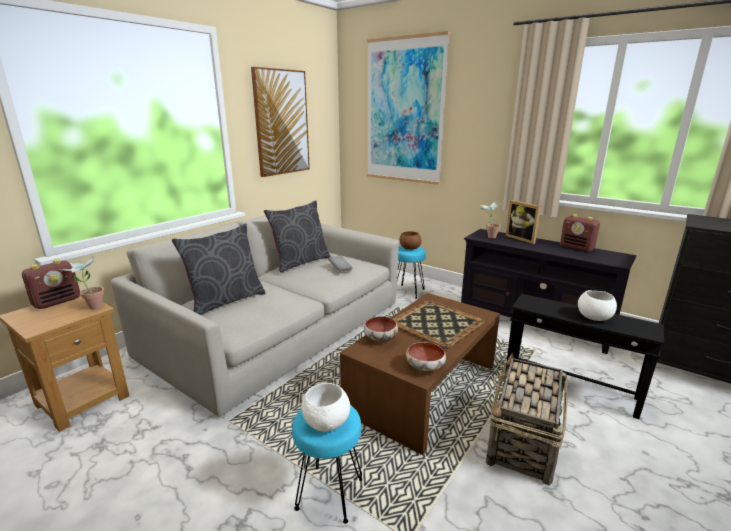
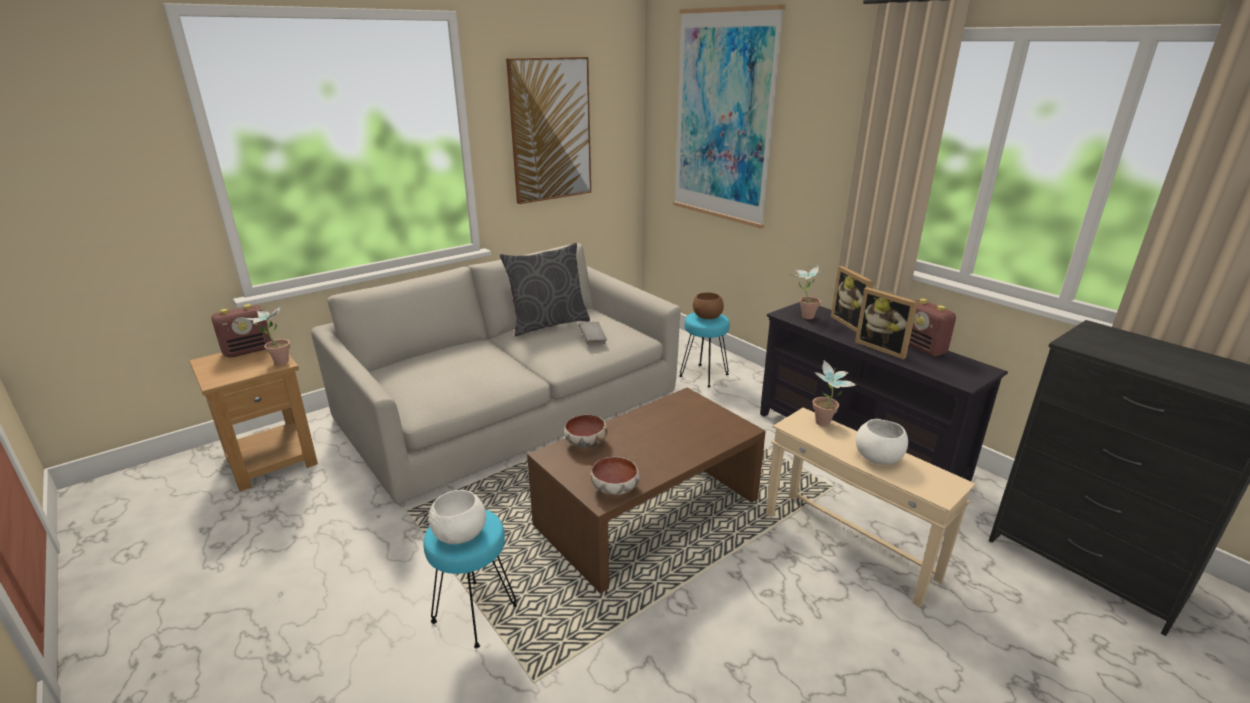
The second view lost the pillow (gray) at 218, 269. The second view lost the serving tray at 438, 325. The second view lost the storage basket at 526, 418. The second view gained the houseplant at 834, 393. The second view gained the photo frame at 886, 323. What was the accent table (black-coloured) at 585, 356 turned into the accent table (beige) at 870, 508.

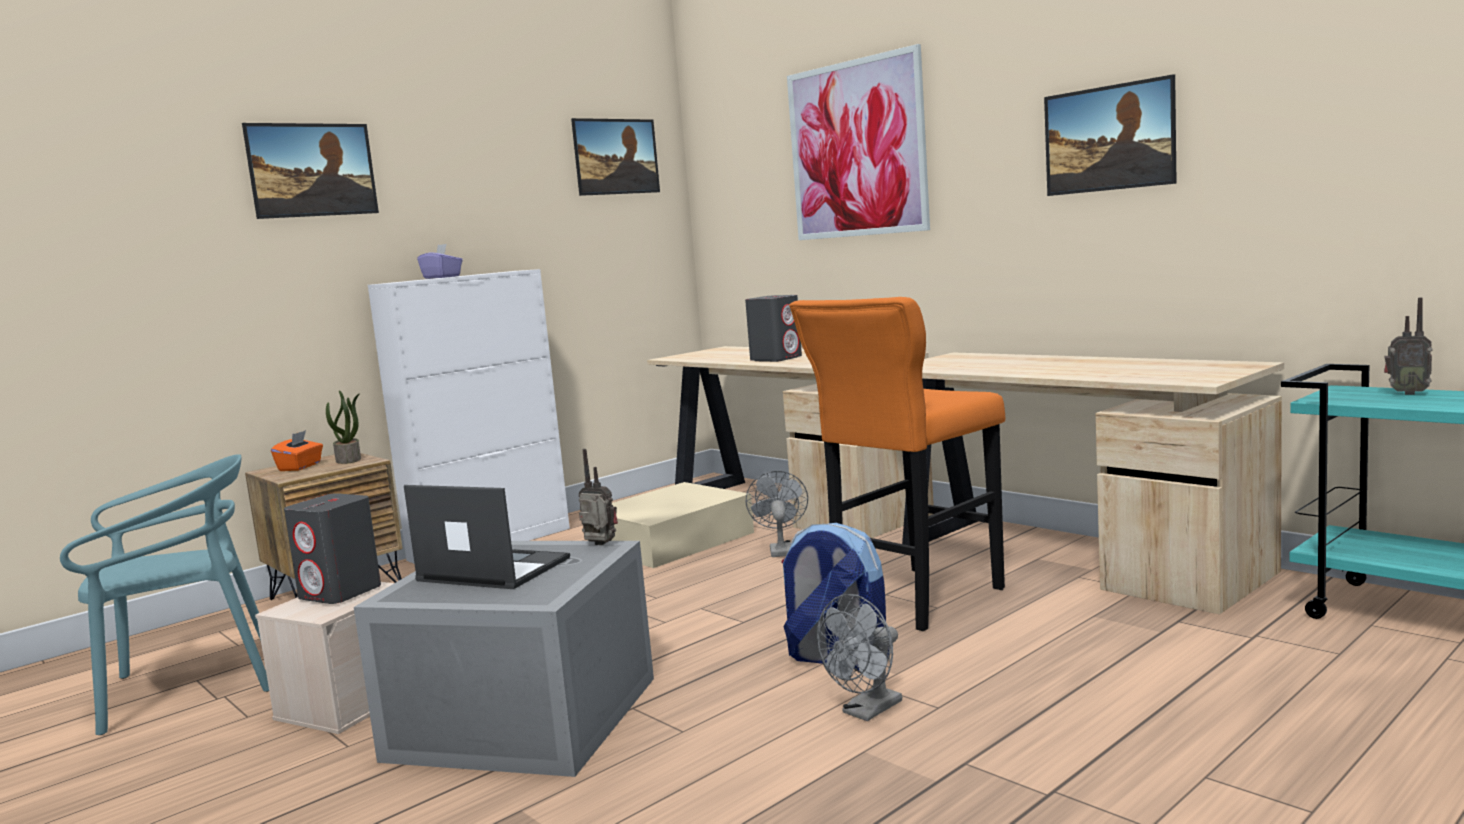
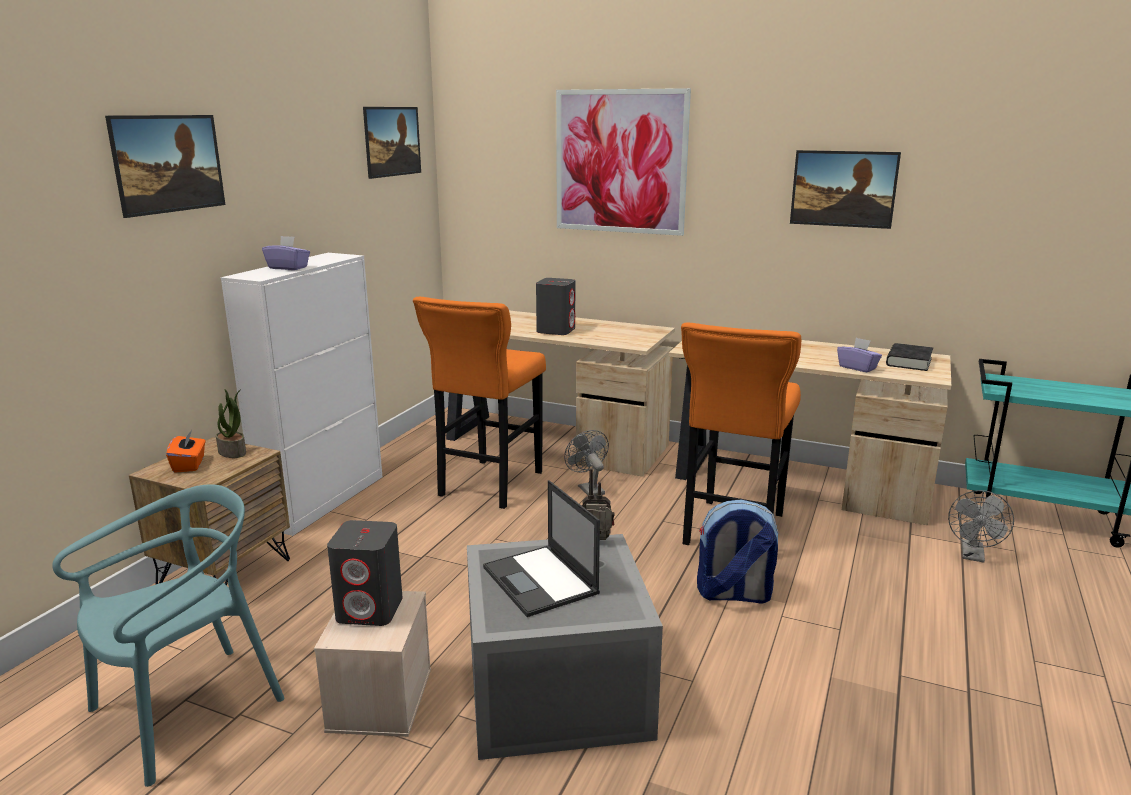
The second view lost the radio set at 1408, 346. The second view gained the tissue holder (purplish) at 859, 355. The second view gained the bound book (black-coloured) at 909, 357. The electric fan (gray) ended up elsewhere, having gone from 859, 657 to 981, 526. Where the storage box (beige) stood at 682, 525, the stool (orange-coloured) came to stand at 479, 403. The portable computer at 487, 537 ended up facing another way, 120 degrees counterclockwise from before.

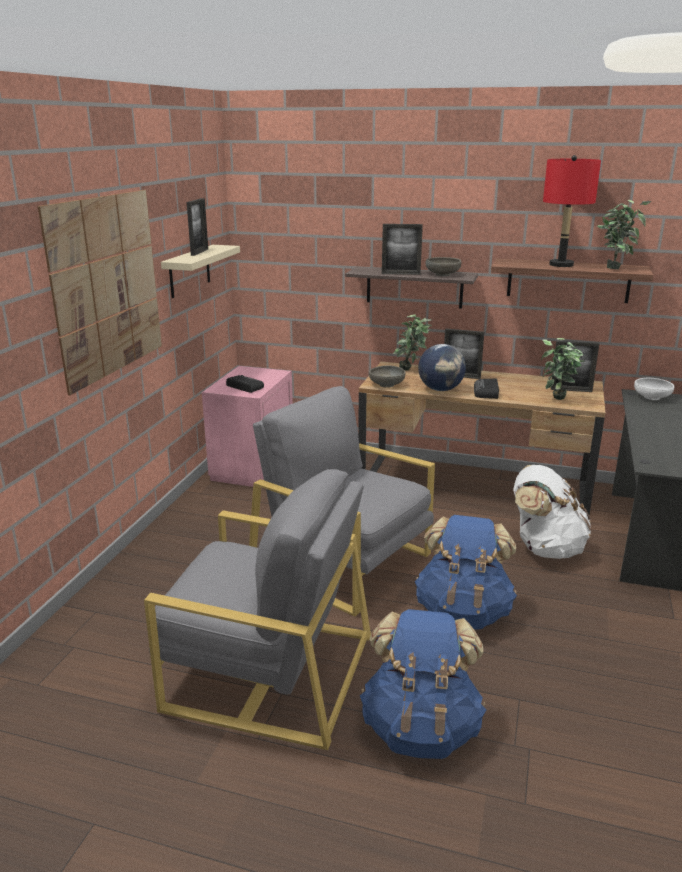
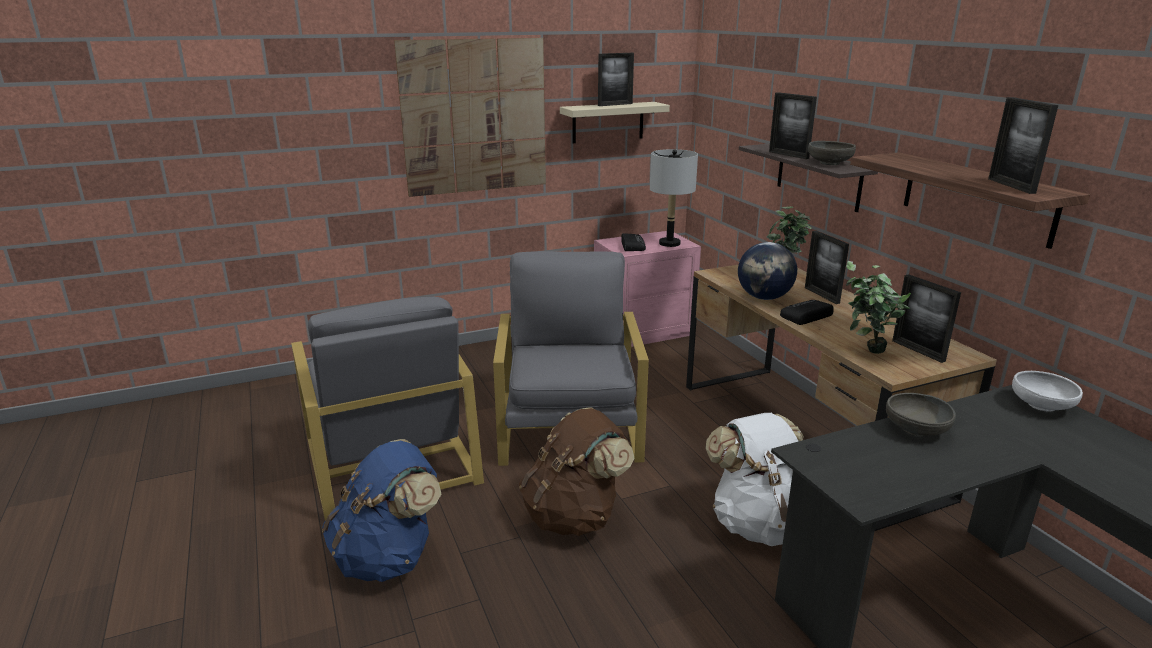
The second view lost the tabletop lamp (red-coloured) at 572, 211. The second view gained the tabletop lamp (gray) at 674, 198. The bowl (gray) ended up elsewhere, having gone from 387, 376 to 921, 414. Where the houseplant stood at 624, 234, the photo frame came to stand at 1023, 145. What was the backpack (blue-coloured) at 466, 572 turned into the backpack (brown-coloured) at 577, 471.

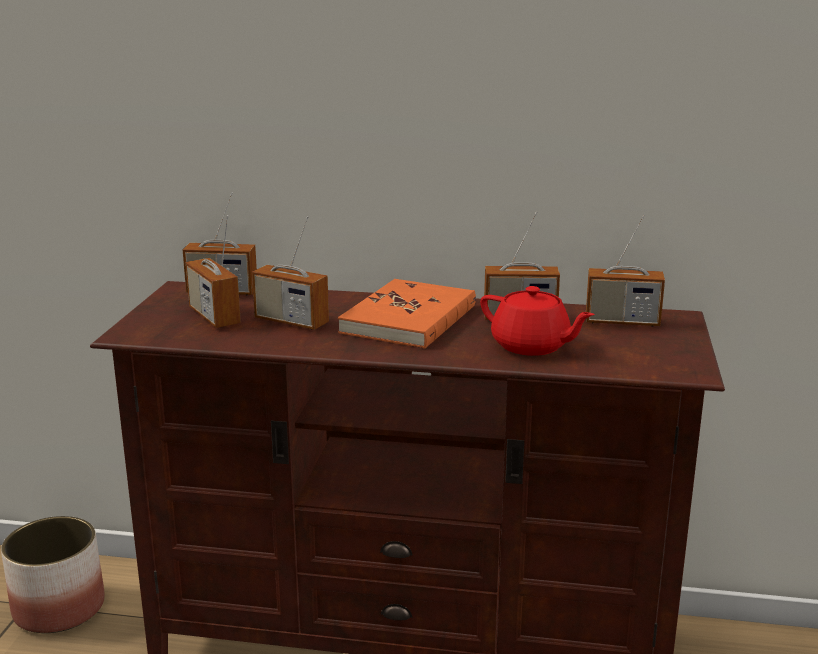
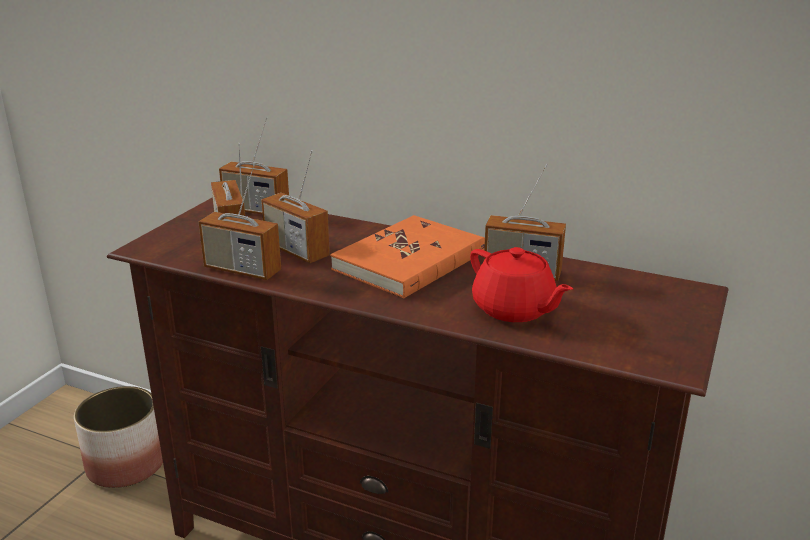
The radio set ended up elsewhere, having gone from 625, 271 to 239, 221.

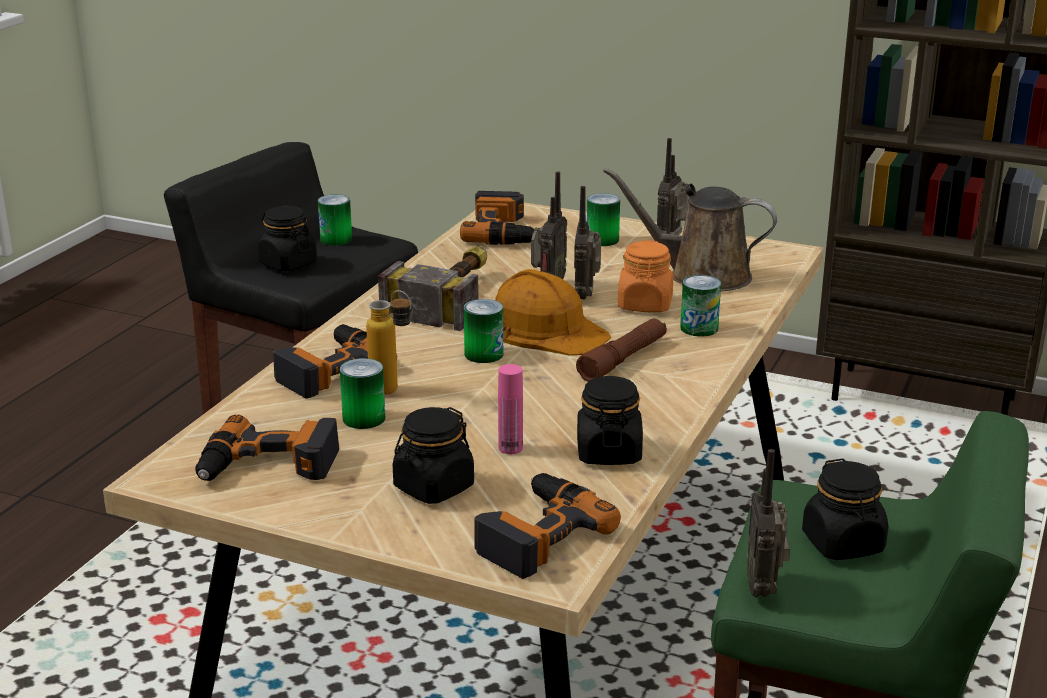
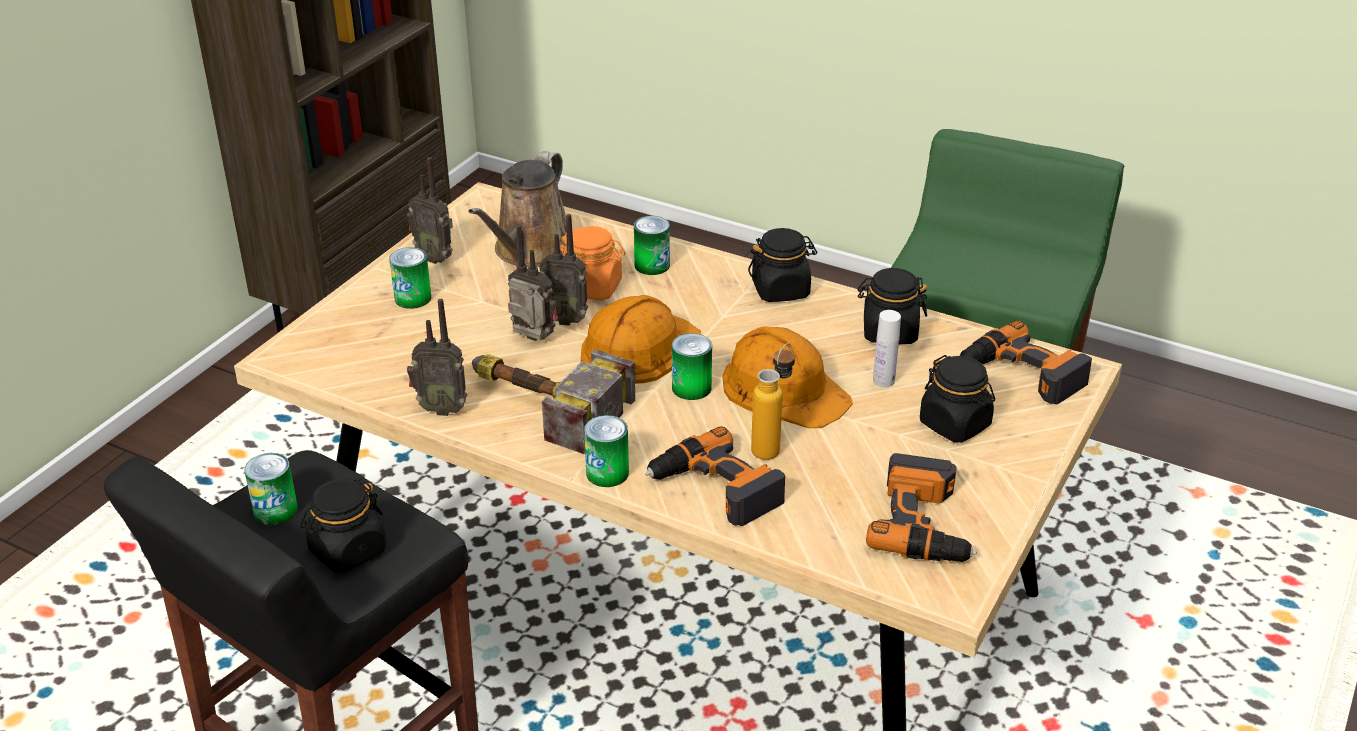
The second view lost the power drill at 497, 218. The second view lost the torch (brown-coloured) at 621, 350. The second view gained the safety helmet (orange-coloured) at 787, 377. The can ended up elsewhere, having gone from 362, 393 to 606, 451. The radio set ended up elsewhere, having gone from 768, 523 to 437, 357. The storage jar (black-coloured) ended up elsewhere, having gone from 845, 509 to 782, 265. What was the beverage bottle (pinkish) at 510, 409 turned into the beverage bottle (white-coloured) at 887, 348.

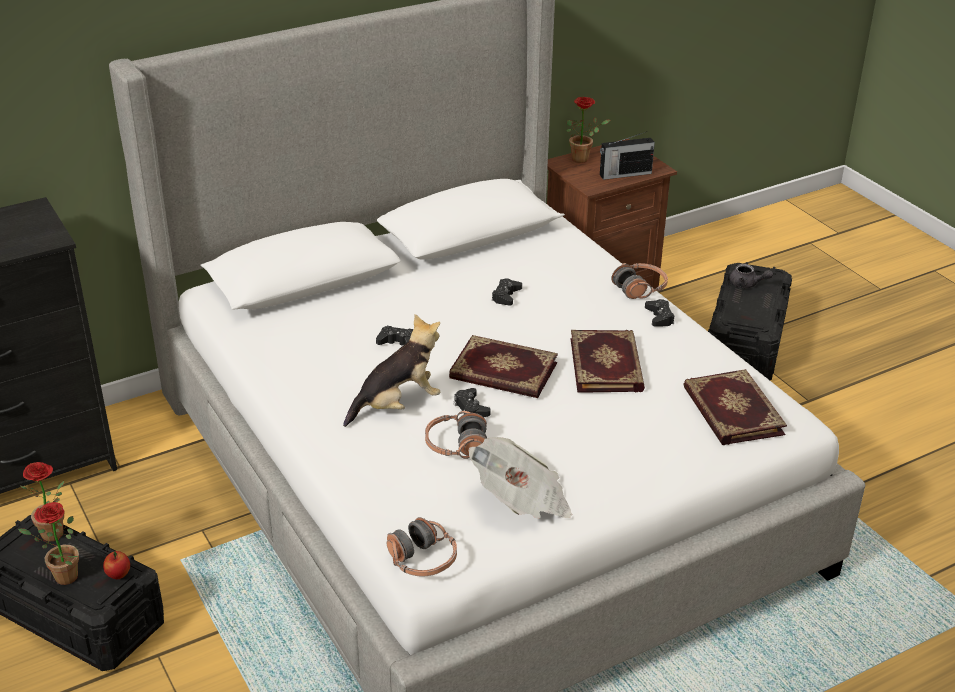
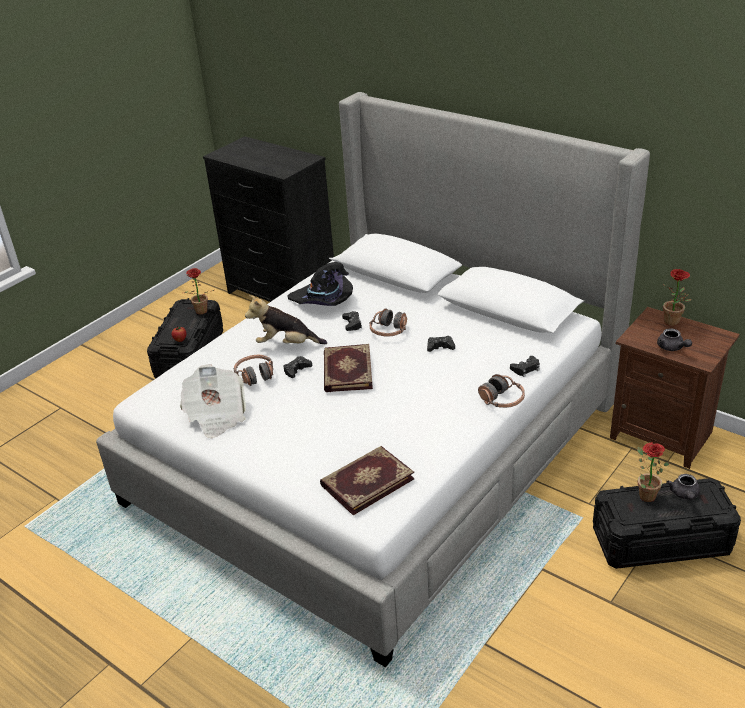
The second view lost the bound book at 608, 361. The second view gained the hat (black-coloured) at 320, 284. The houseplant ended up elsewhere, having gone from 48, 543 to 653, 472. The headphones ended up elsewhere, having gone from 422, 547 to 388, 322. The joypad (black-coloured) ended up elsewhere, having gone from 660, 313 to 525, 366. Where the radio set stood at 627, 156, the tea pot (gray) came to stand at 674, 339. The cuddly toy at 391, 370 ended up facing another way, 150 degrees clockwise from before.

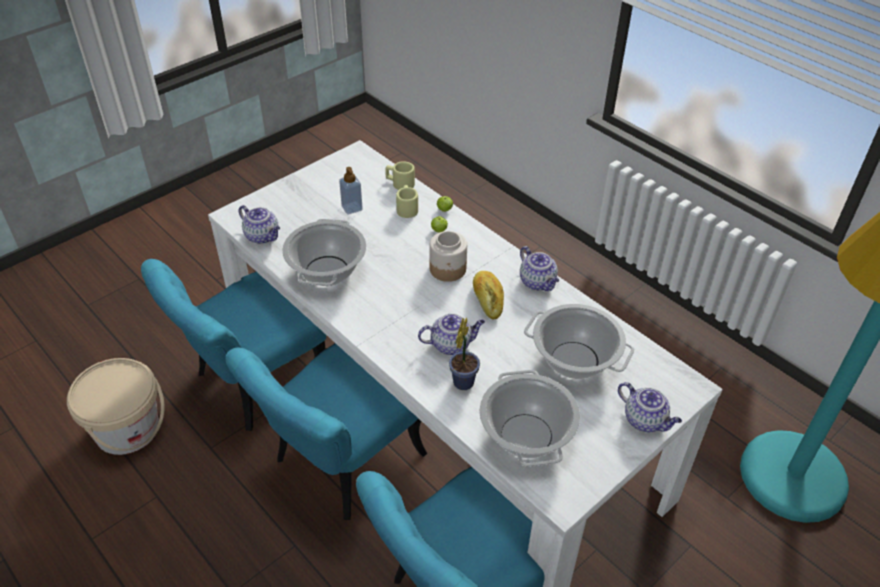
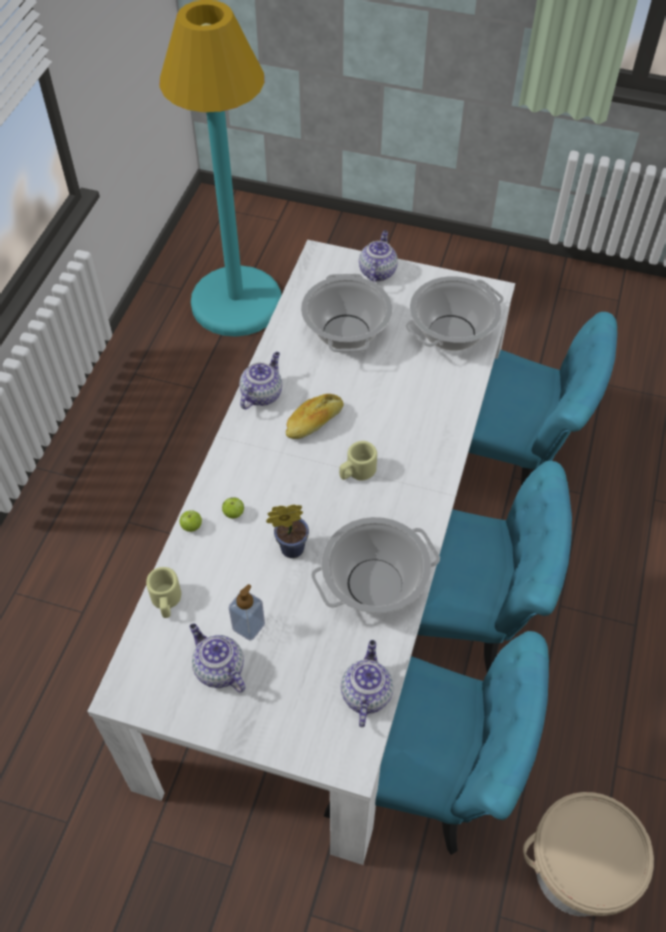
The second view lost the storage jar at 448, 256. The coffee mug (beige) ended up elsewhere, having gone from 407, 201 to 358, 460. The tea pot ended up elsewhere, having gone from 451, 334 to 217, 658. The houseplant ended up elsewhere, having gone from 464, 354 to 287, 531.

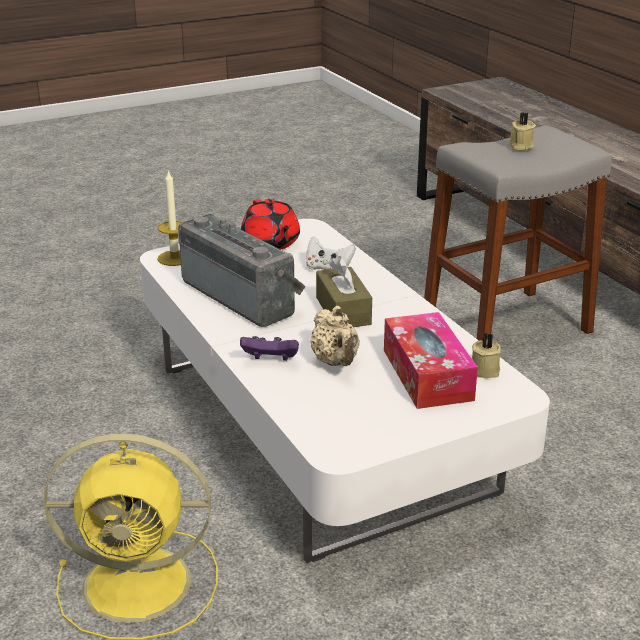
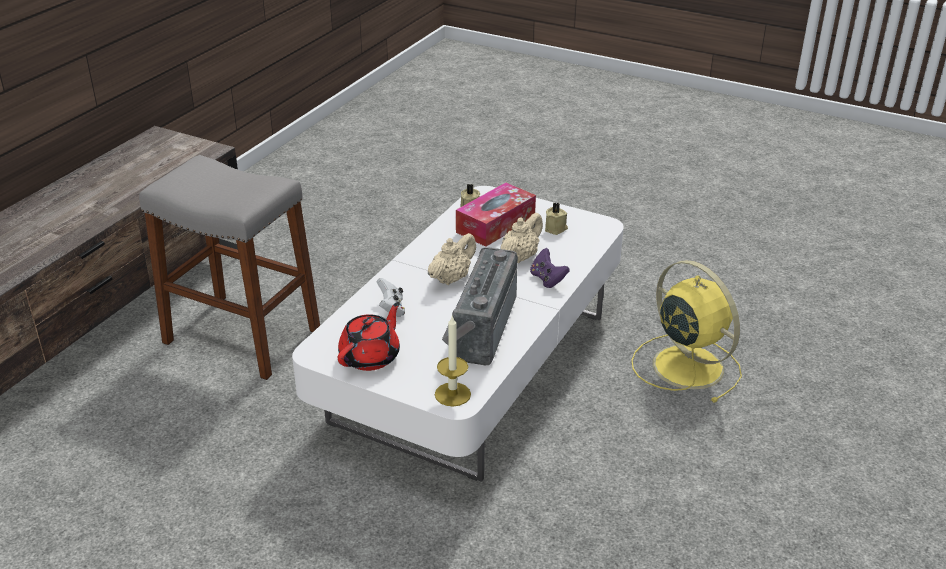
The wax candle (beige) ended up elsewhere, having gone from 522, 131 to 556, 219. Where the tissue holder (brown-coloured) stood at 344, 291, the tea pot (beige) came to stand at 452, 259.

